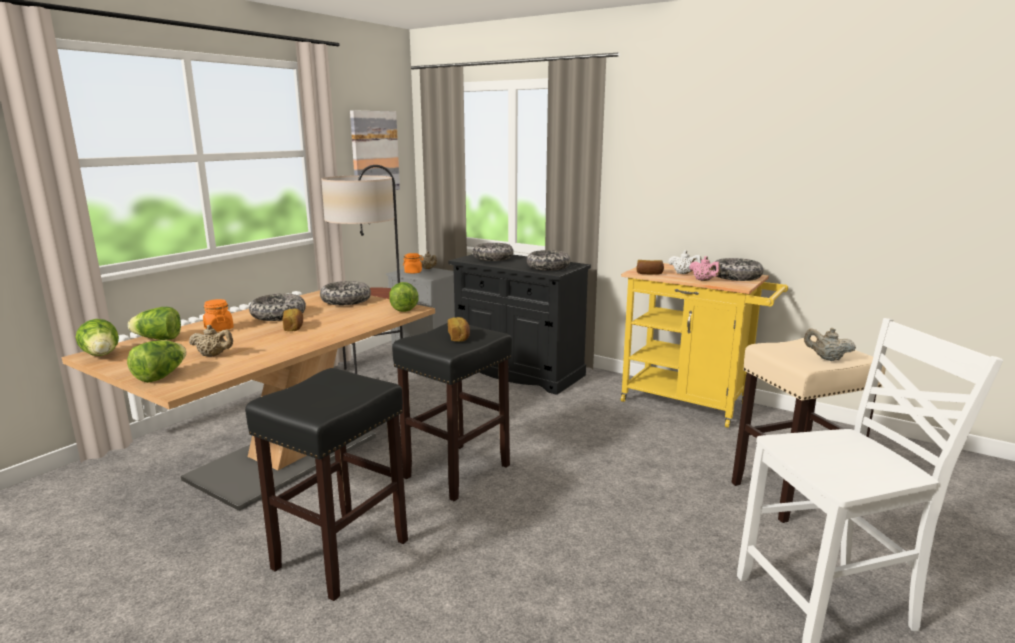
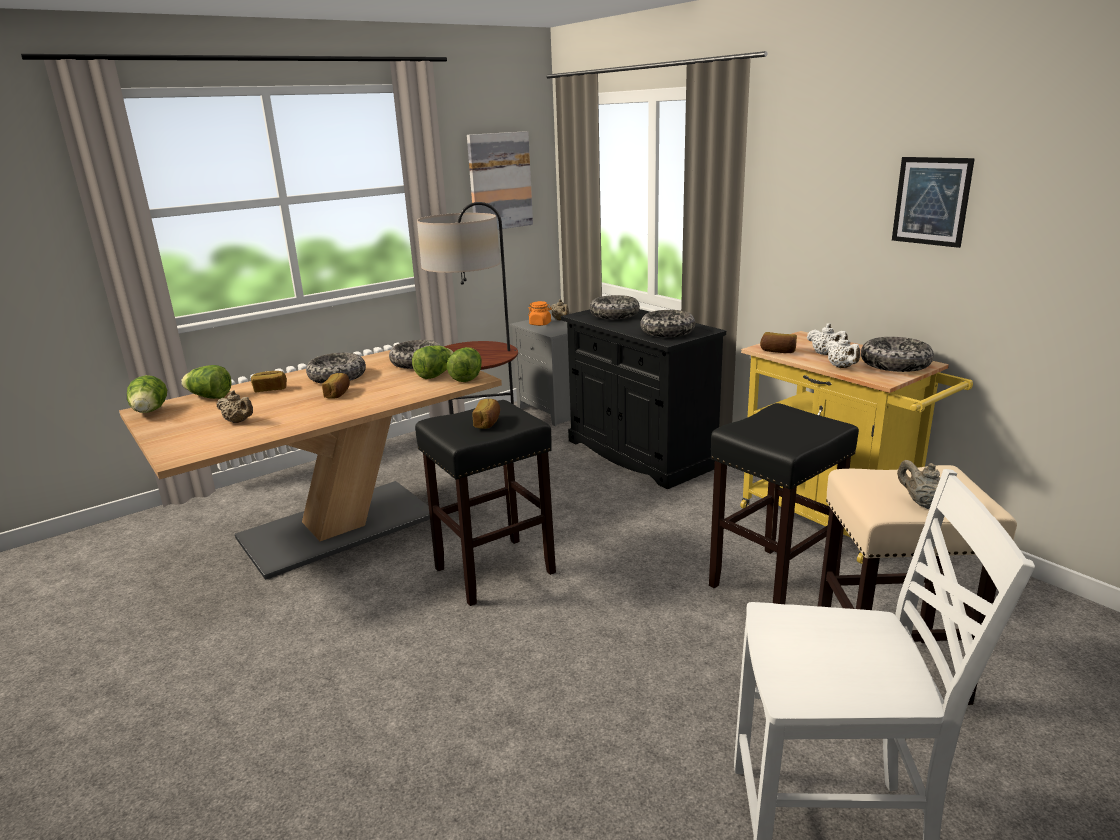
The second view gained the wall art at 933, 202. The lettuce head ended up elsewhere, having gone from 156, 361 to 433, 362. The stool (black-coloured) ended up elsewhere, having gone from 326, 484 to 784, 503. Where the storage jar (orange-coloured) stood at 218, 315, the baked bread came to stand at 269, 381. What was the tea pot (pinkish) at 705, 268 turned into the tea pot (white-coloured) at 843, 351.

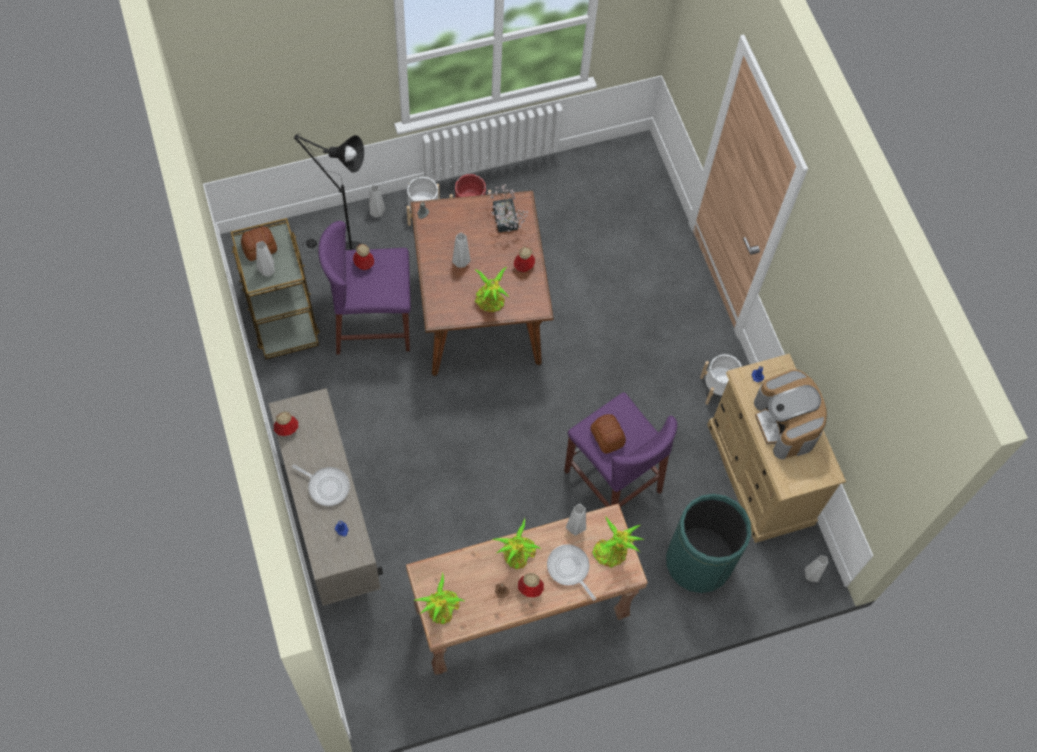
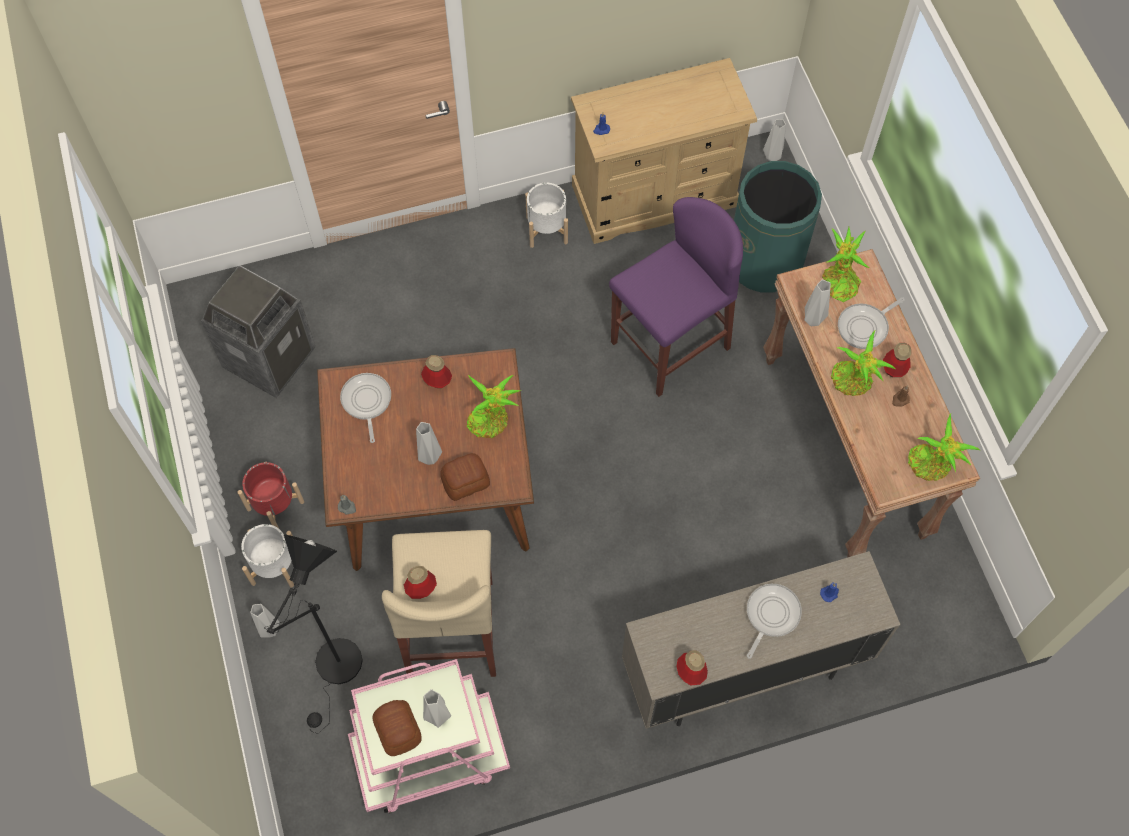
The second view lost the coffee maker at 790, 414. The second view gained the trash can at 258, 331. The baked bread ended up elsewhere, having gone from 608, 434 to 465, 477. Where the houseplant stood at 508, 208, the frying pan came to stand at 365, 408. What was the trolley (brown-coloured) at 275, 289 turned into the trolley (pinkish) at 429, 736. What was the stool (purplish) at 364, 288 turned into the stool (beige) at 439, 603.

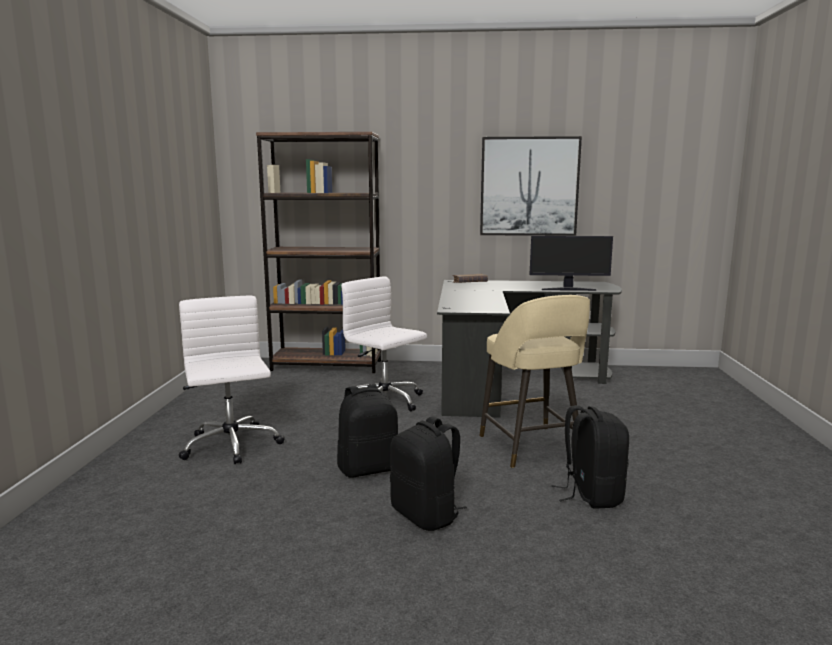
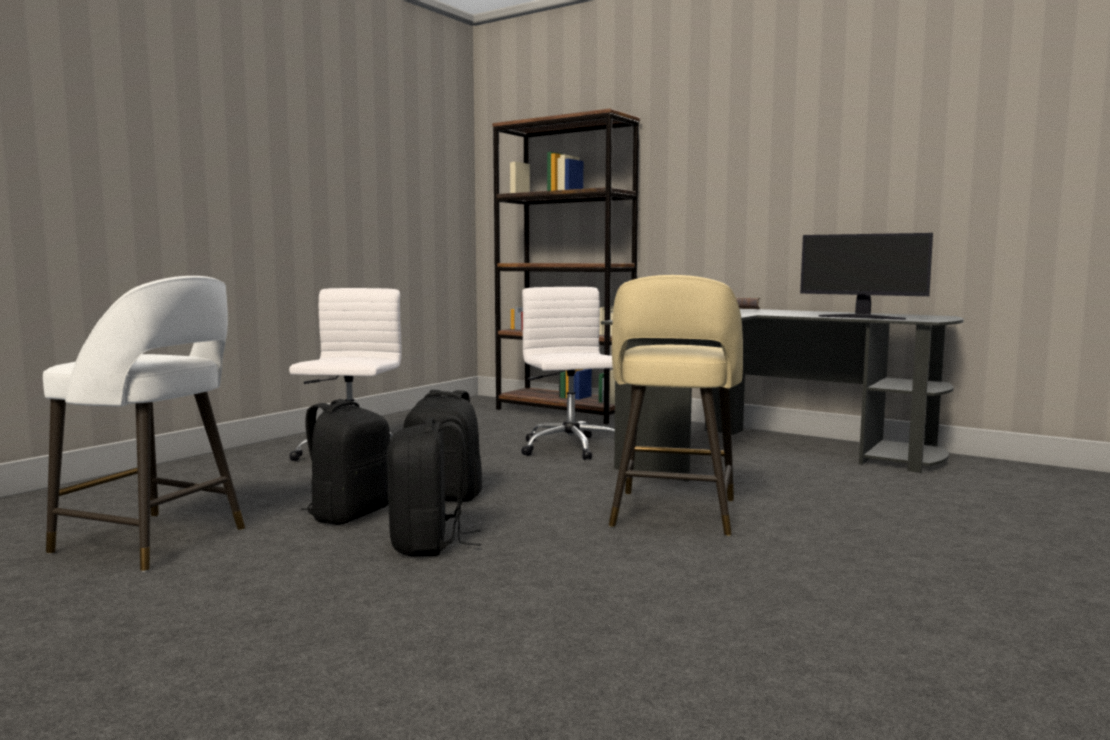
The second view lost the wall art at 531, 186. The second view gained the stool (white-coloured) at 144, 424. The backpack (black-coloured) ended up elsewhere, having gone from 590, 457 to 345, 462.

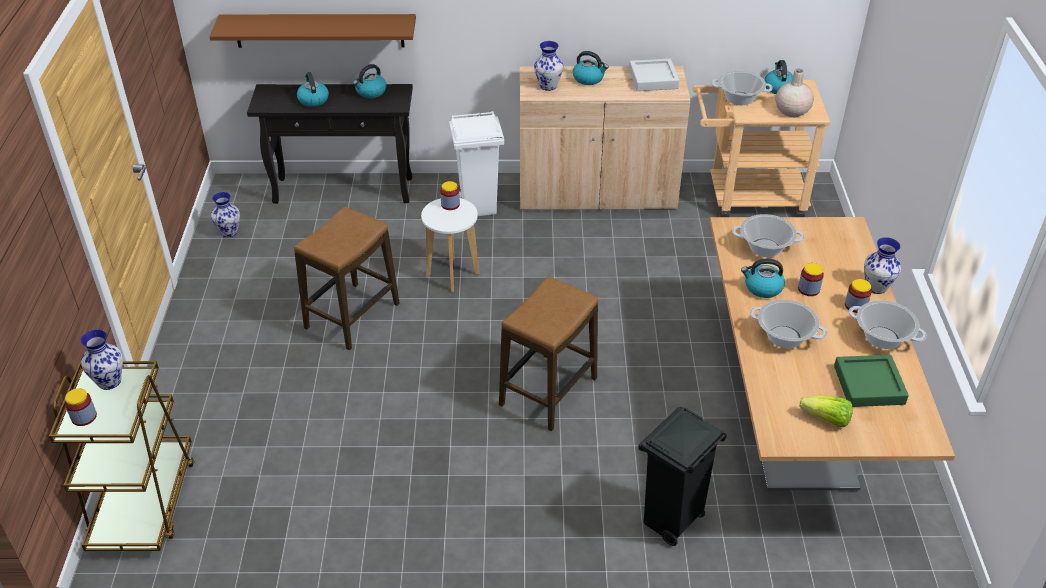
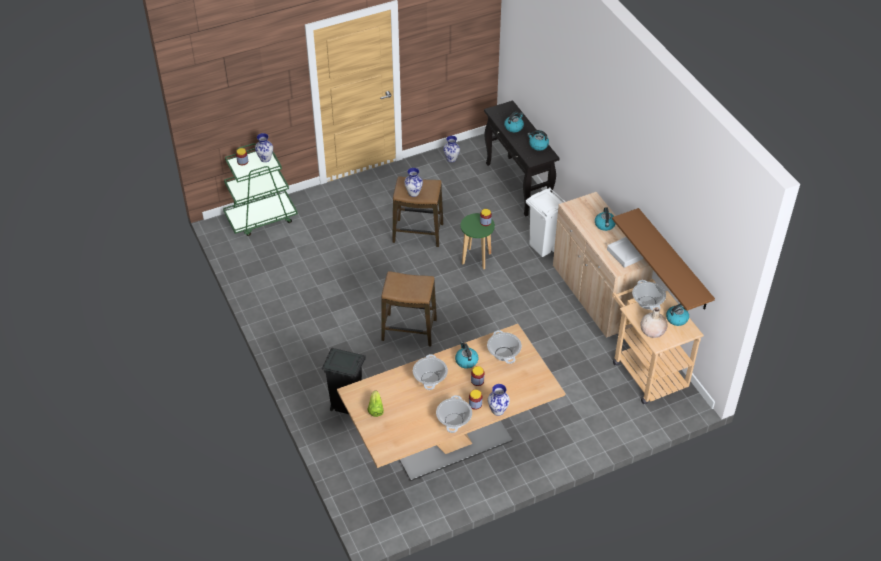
The second view lost the serving tray (green) at 871, 381. The wall shelf (brown-coloured) ended up elsewhere, having gone from 312, 31 to 663, 259. The vase ended up elsewhere, having gone from 548, 66 to 413, 182. What was the trolley (brown-coloured) at 122, 456 turned into the trolley (green) at 260, 189. What was the stool (white-coloured) at 450, 245 turned into the stool (green) at 477, 241.

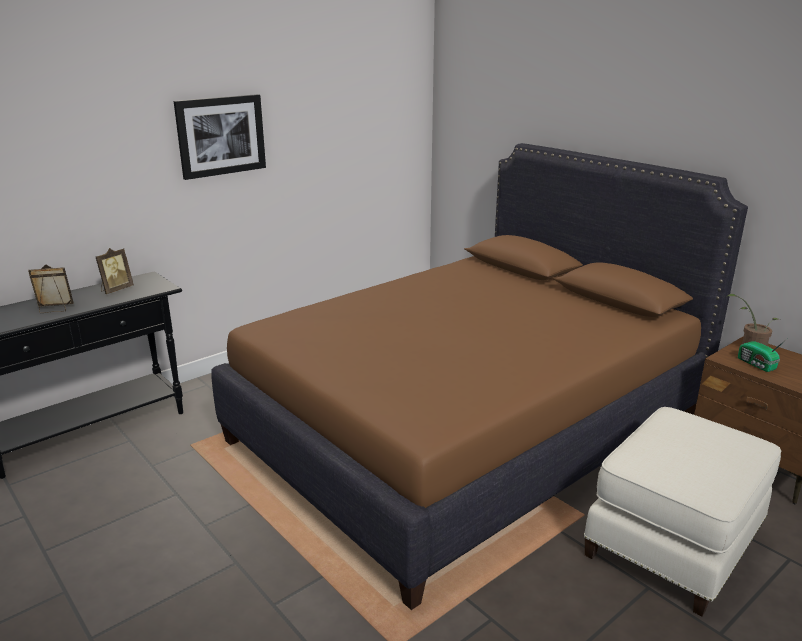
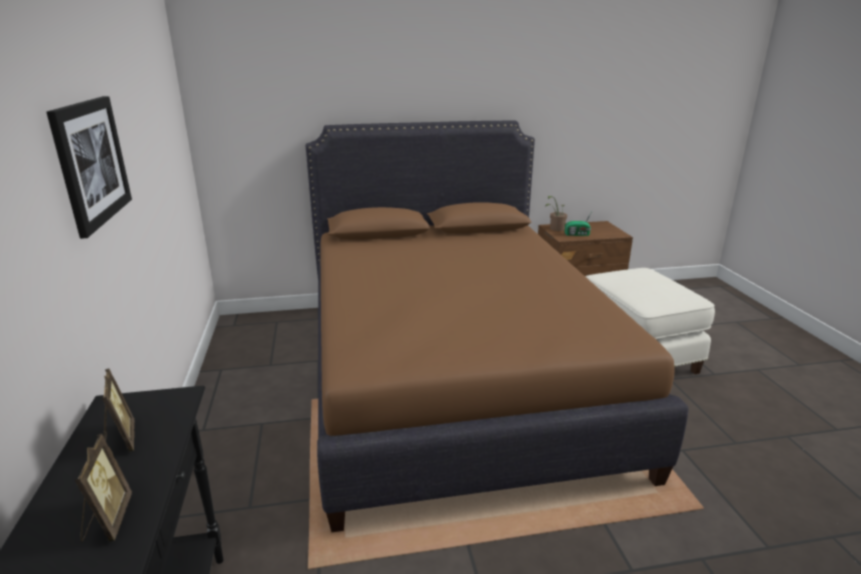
The photo frame at 51, 288 ended up facing another way, 150 degrees clockwise from before.

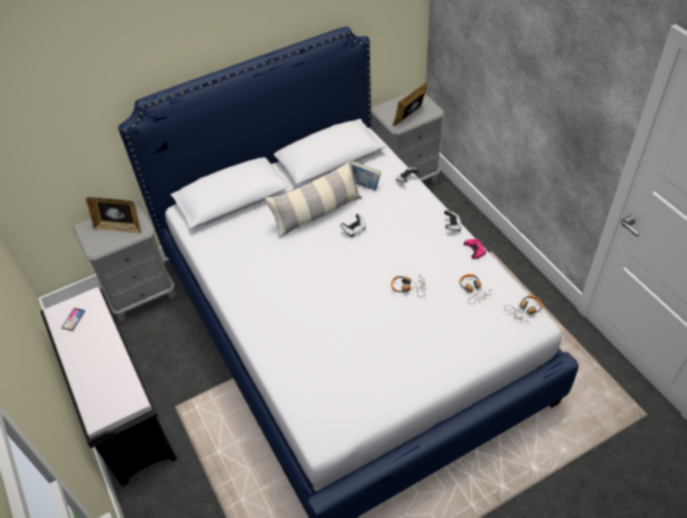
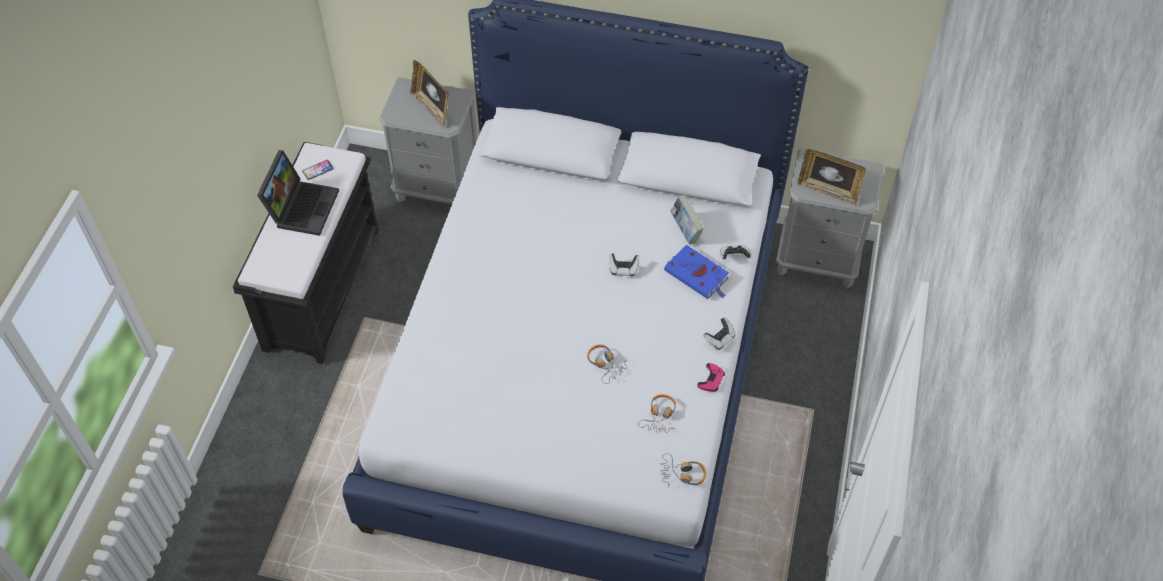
The second view lost the pillow at 313, 199. The second view gained the portable computer at 298, 193. The second view gained the bound book (blue-coloured) at 696, 272. The photo frame at 409, 103 ended up facing another way, 150 degrees counterclockwise from before.

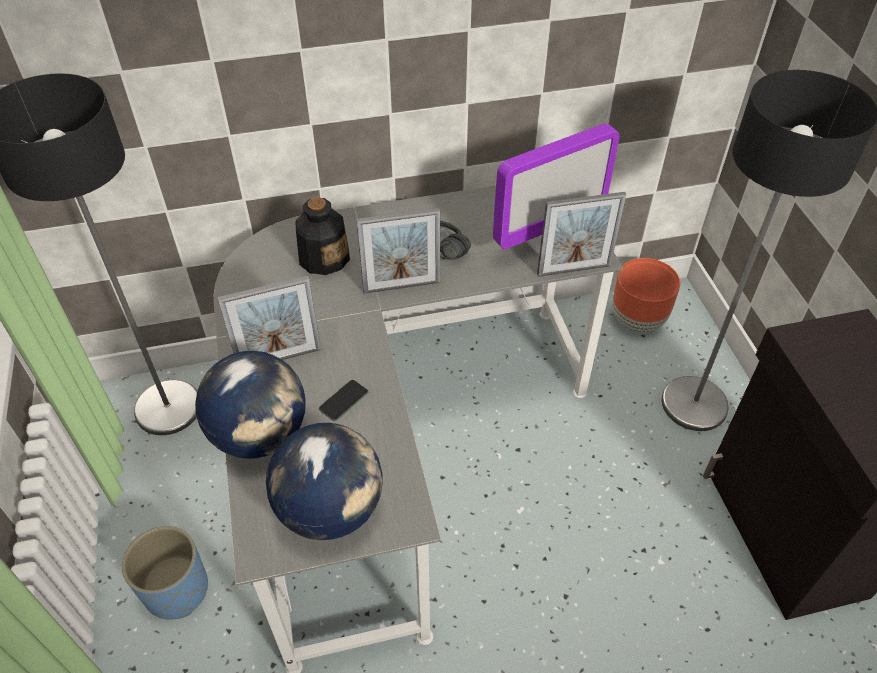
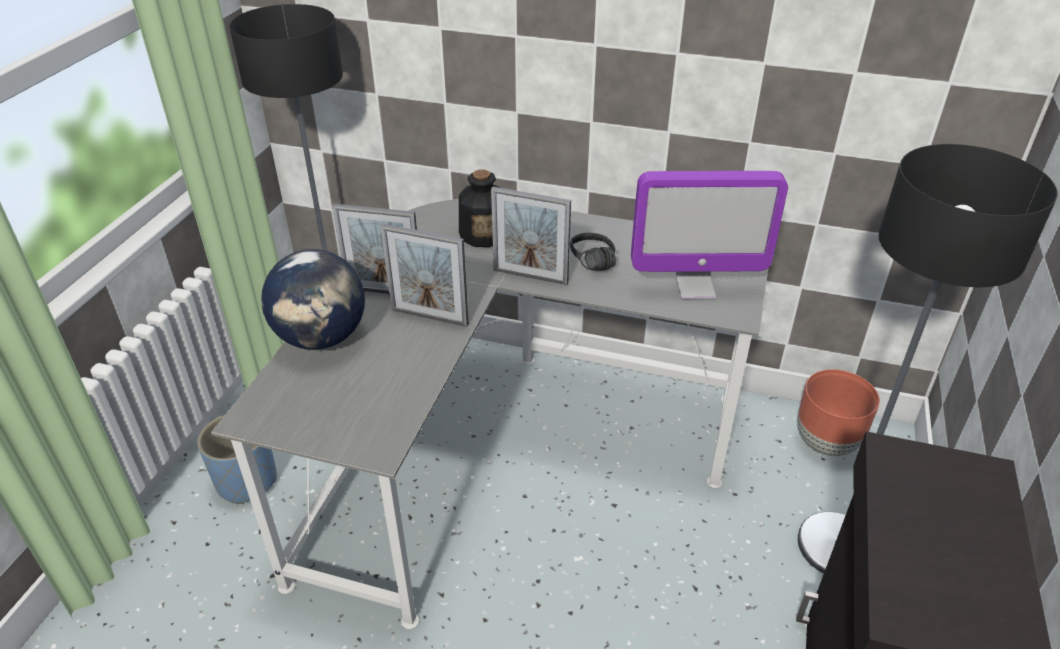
The second view lost the world globe at 324, 481. The second view lost the telephone at 343, 400. The photo frame ended up elsewhere, having gone from 581, 234 to 424, 275.

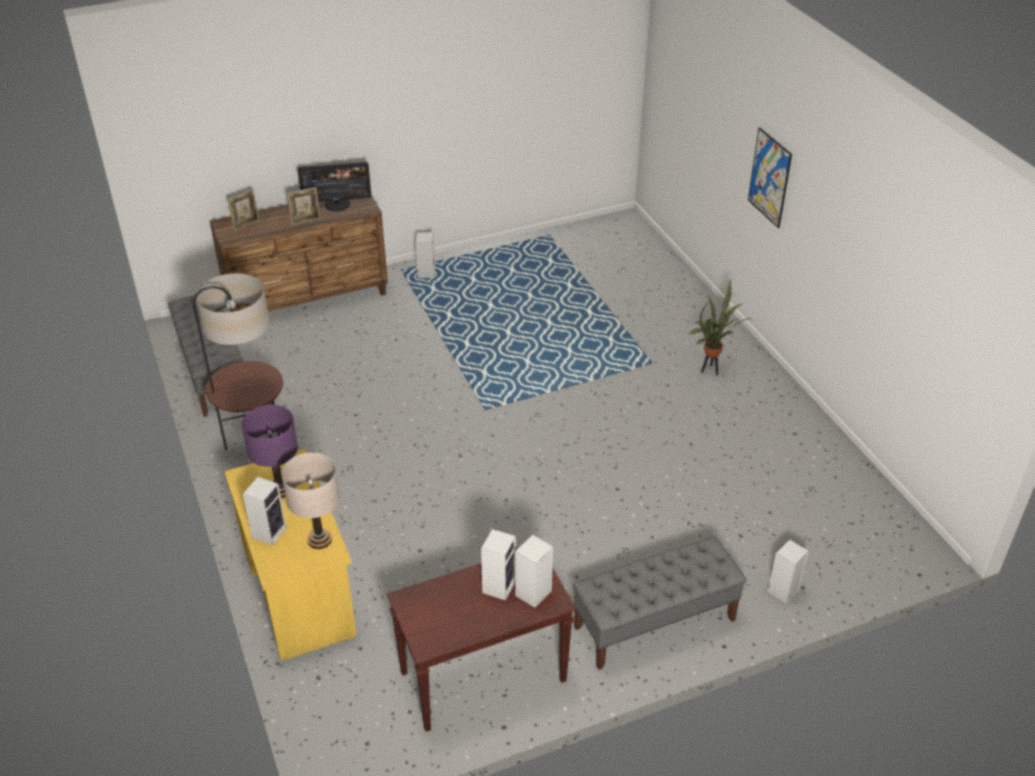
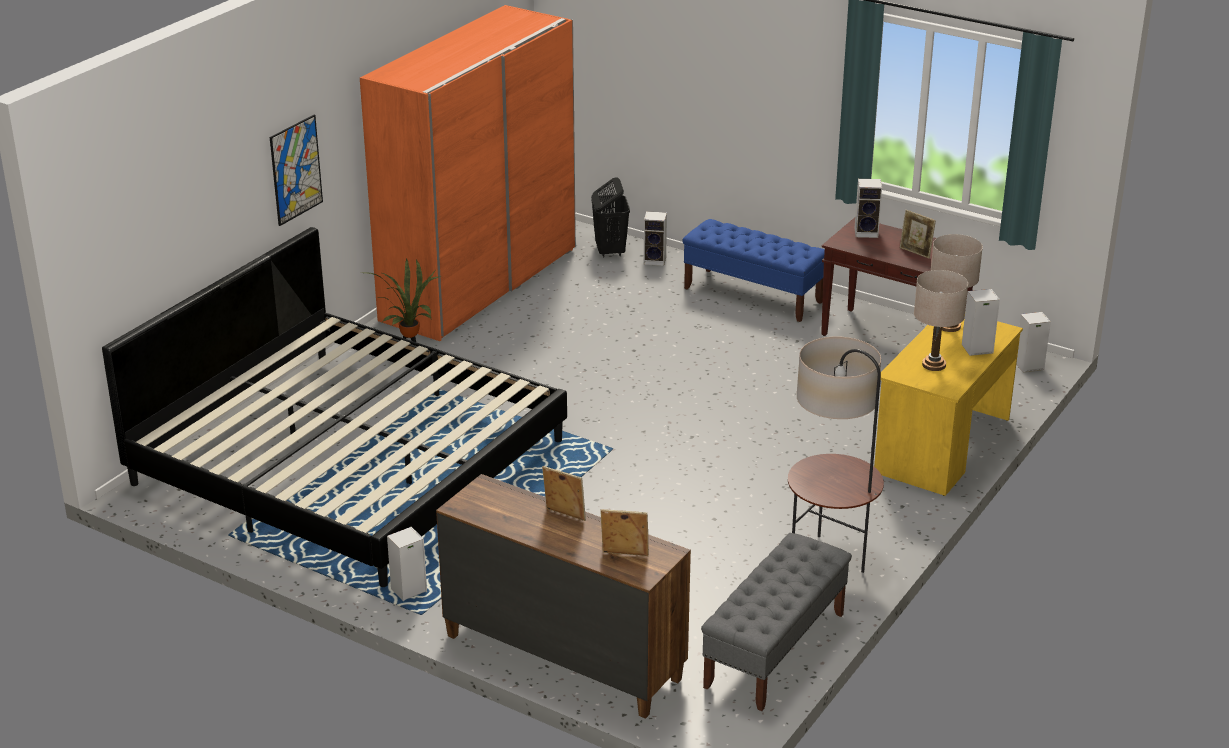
The second view lost the computer screen at 334, 186. The second view gained the bedroom bed at 334, 407. The second view gained the armoire (orange-coloured) at 468, 173. The second view gained the hamper (black-coloured) at 610, 217. The second view gained the photo frame at 918, 234. The speaker ended up elsewhere, having gone from 498, 564 to 1033, 342. What was the tabletop lamp (purplish) at 269, 451 turned into the tabletop lamp (beige) at 941, 320. What was the bench (gray) at 660, 603 turned into the bench (blue-coloured) at 754, 270.

